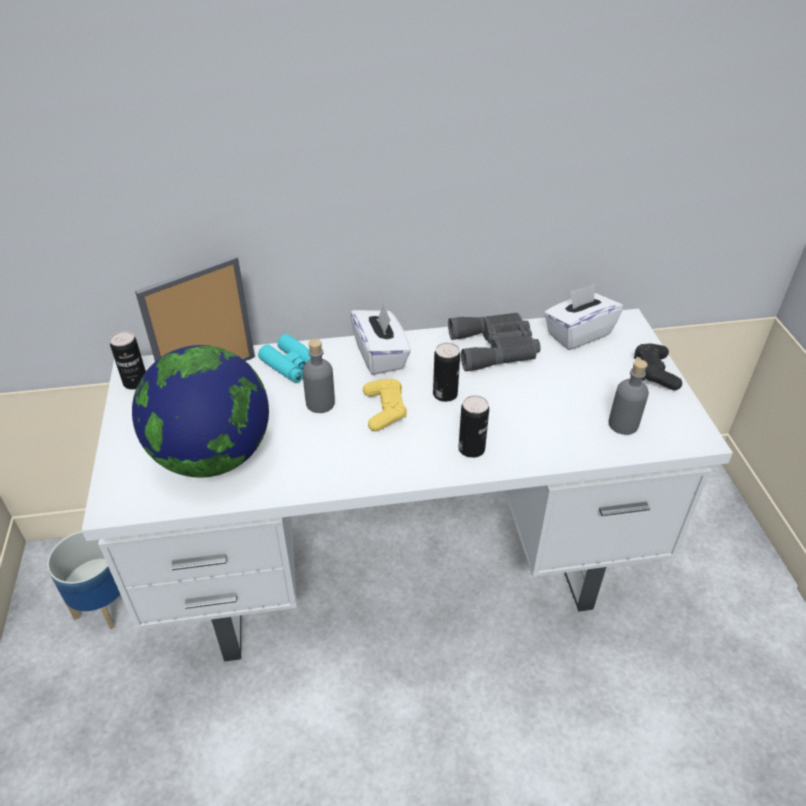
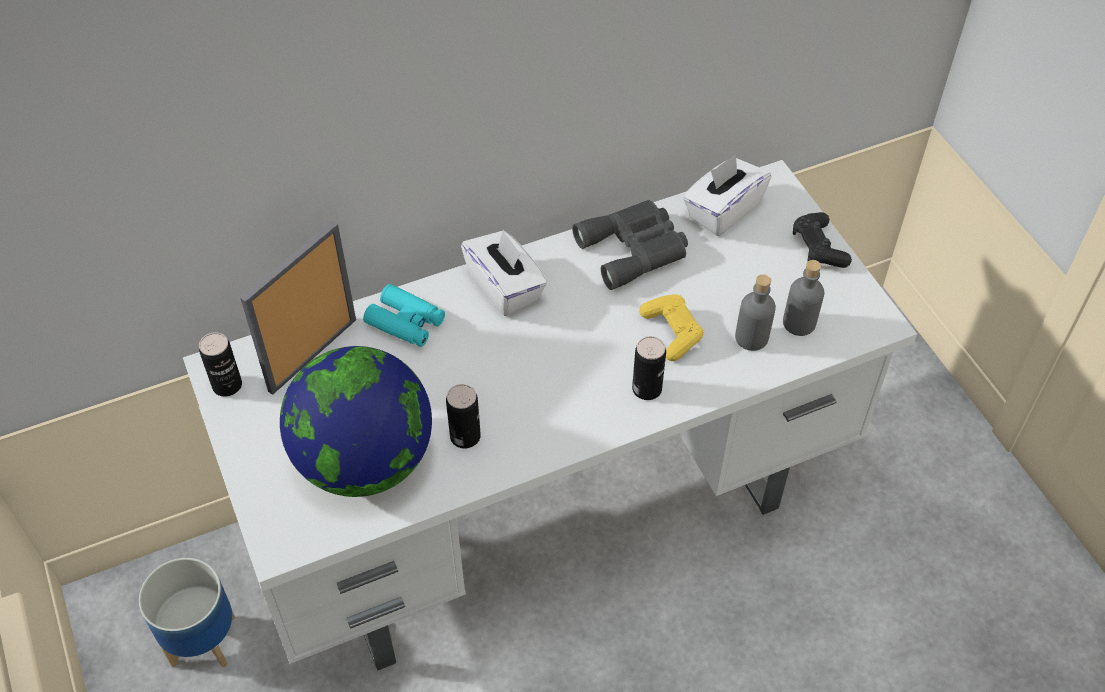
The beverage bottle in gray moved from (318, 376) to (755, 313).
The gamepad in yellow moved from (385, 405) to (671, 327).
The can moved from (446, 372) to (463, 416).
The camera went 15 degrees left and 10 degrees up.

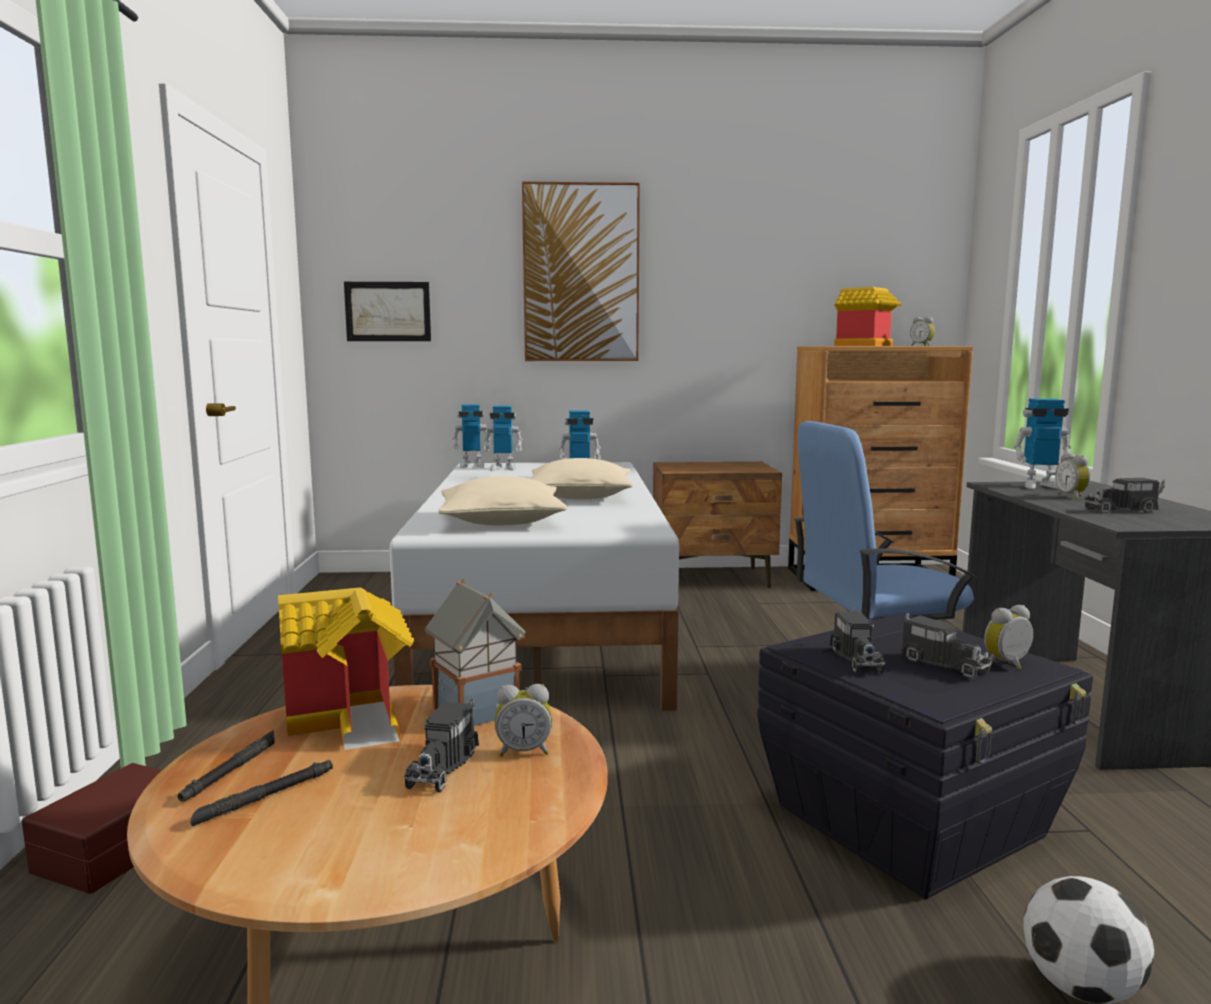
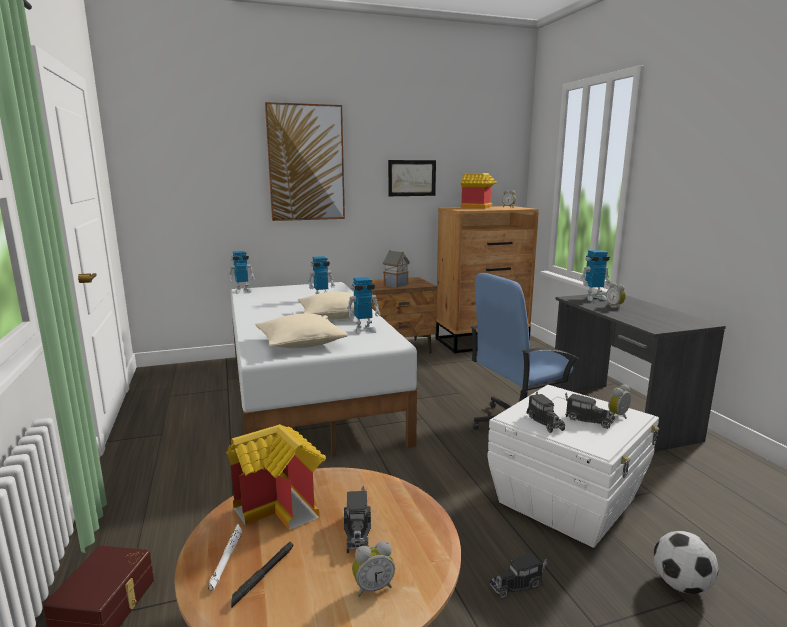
The flashlight in black at (226, 766) became the flashlight in whitish at (225, 557).
The wall art moved from (387, 311) to (412, 178).
The model house moved from (475, 652) to (396, 269).
The model robot moved from (503, 438) to (364, 306).
The table clock moved from (523, 720) to (373, 569).
The storage box in black at (925, 756) became the storage box in whitish at (573, 466).
The model truck moved from (1124, 495) to (518, 576).
The camera went 15 degrees left and 5 degrees up.

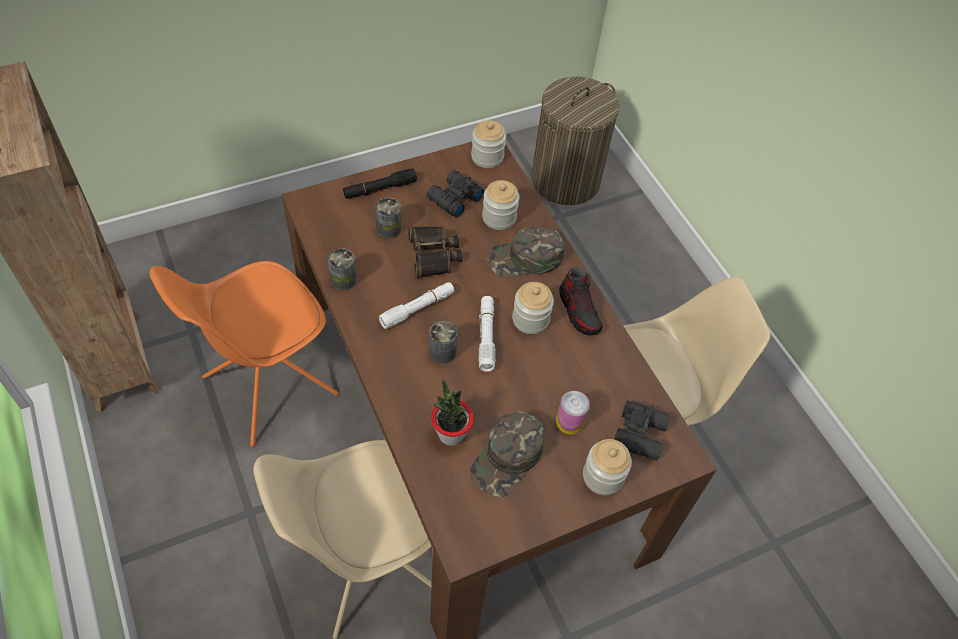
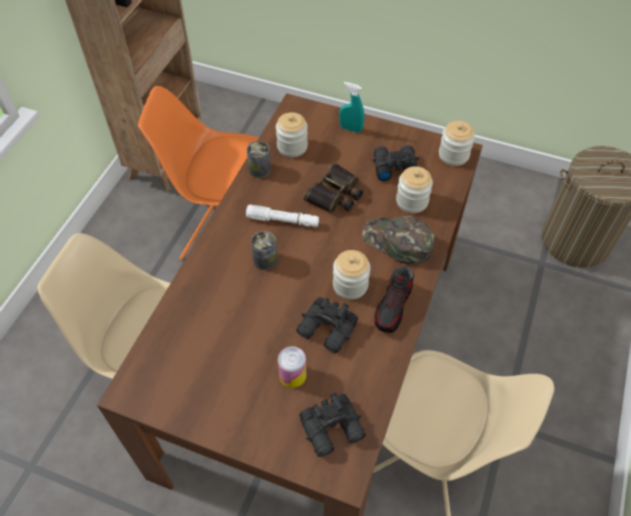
The flashlight in black at (380, 183) was replaced by the sprayer in turquoise at (352, 107).
The can at (388, 218) disappeared.
The potted plant at (452, 412) disappeared.
The cap in green-coloured at (507, 454) disappeared.
The flashlight in whitish at (487, 334) disappeared.
The preserve jar moved from (607, 467) to (292, 134).
The binoculars in black at (327, 325) appeared.
The camera went 50 degrees right and 0 degrees up.

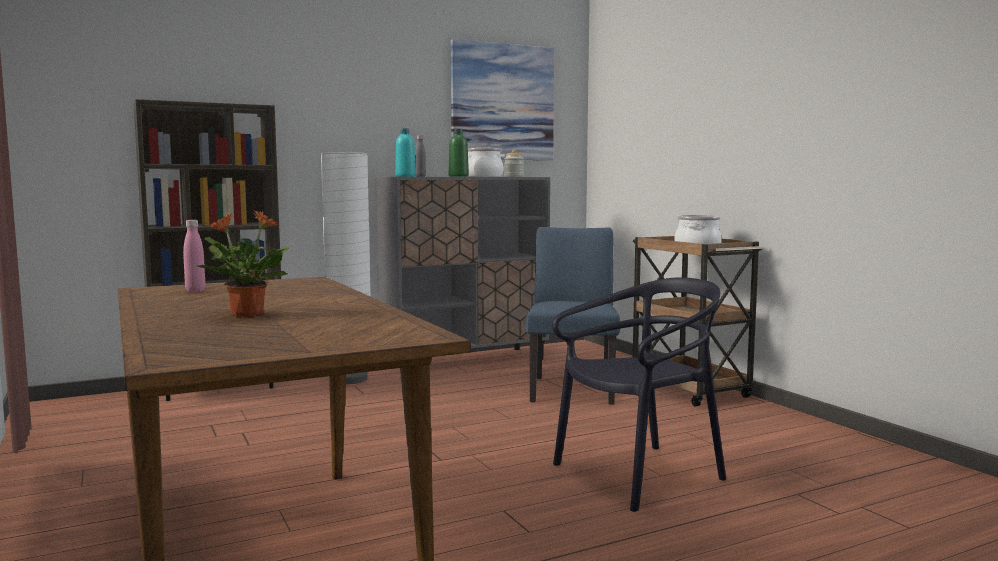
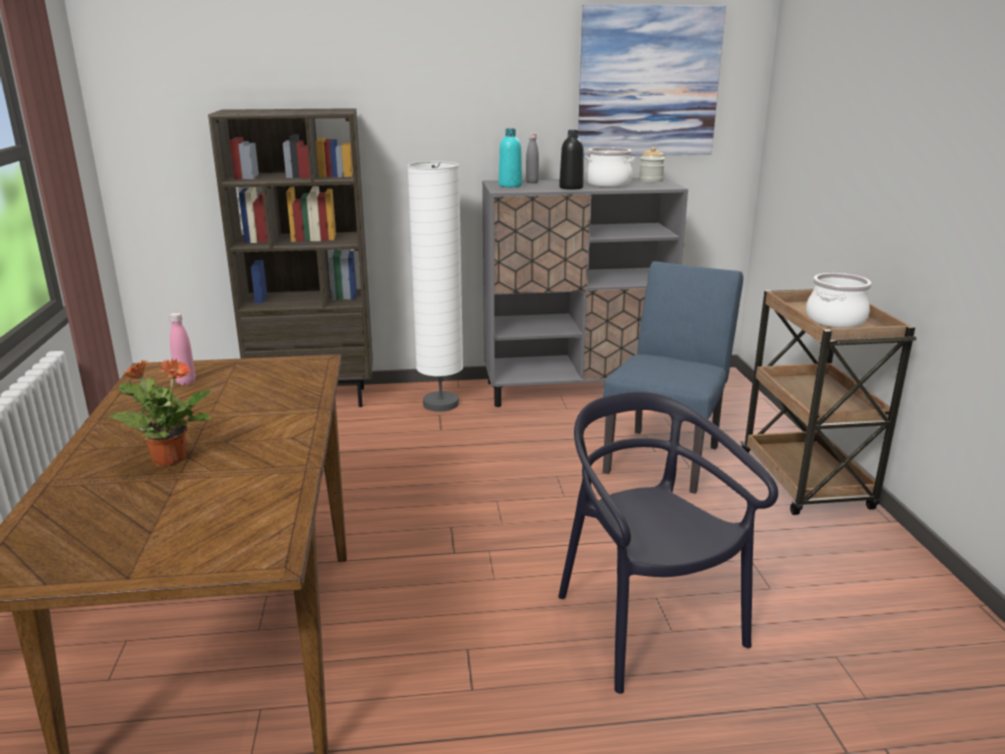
The beverage bottle in green-coloured at (459, 153) became the beverage bottle in black at (571, 160).
The upright chair in black at (639, 394) turned 105 degrees counterclockwise.
The camera went 20 degrees right and 15 degrees up.

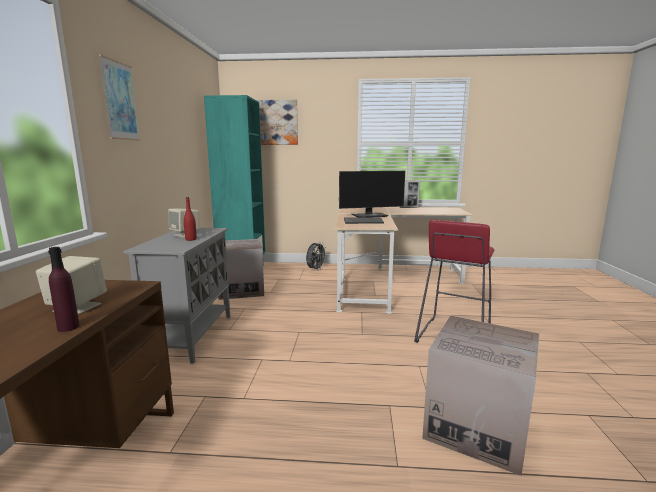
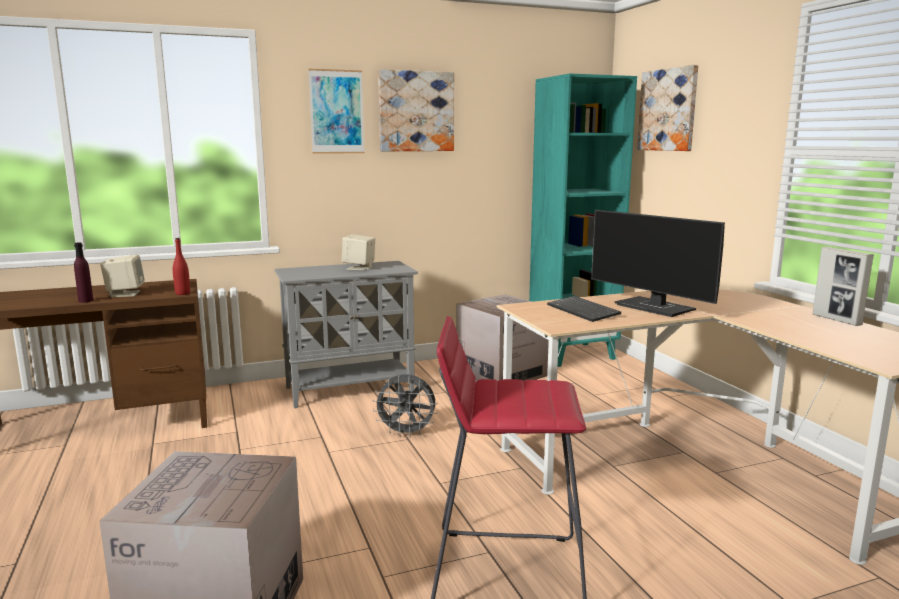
The beverage bottle in red-coloured moved from (190, 219) to (181, 266).
The electric fan in gray moved from (316, 256) to (405, 405).
The wall art at (416, 110) appeared.
The camera went 65 degrees right and 0 degrees up.

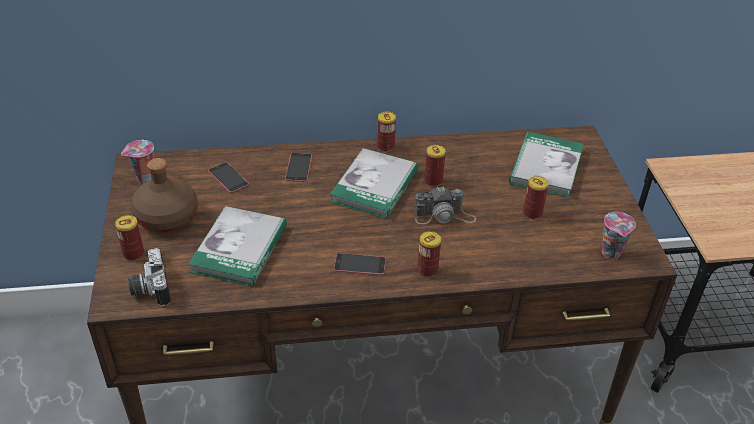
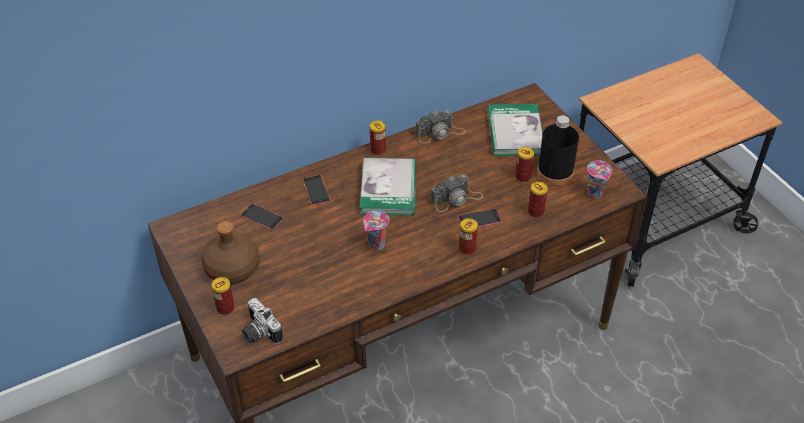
The small cup moved from (137, 162) to (376, 230).
The volume at (237, 246) disappeared.
The phone moved from (360, 264) to (480, 218).
The can moved from (435, 166) to (538, 200).
The photo camera at (441, 127) appeared.
The beverage bottle in black at (558, 150) appeared.
The camera went 20 degrees left and 5 degrees up.

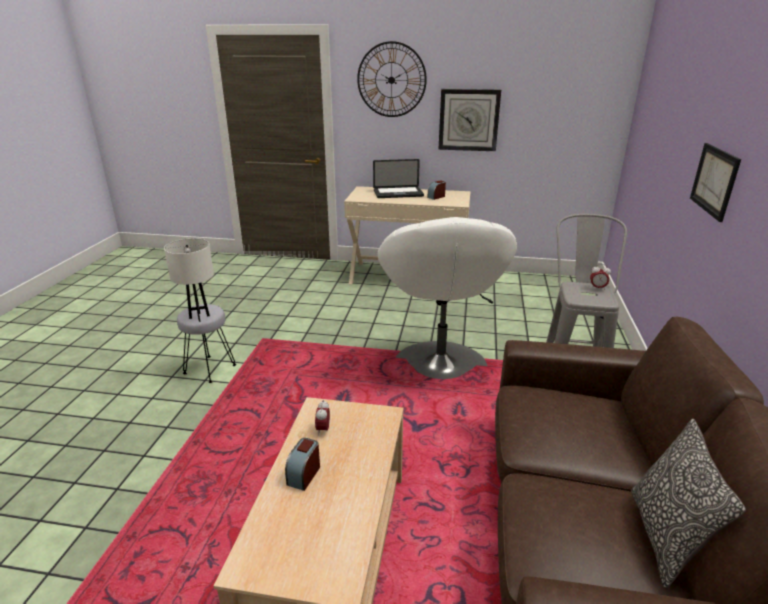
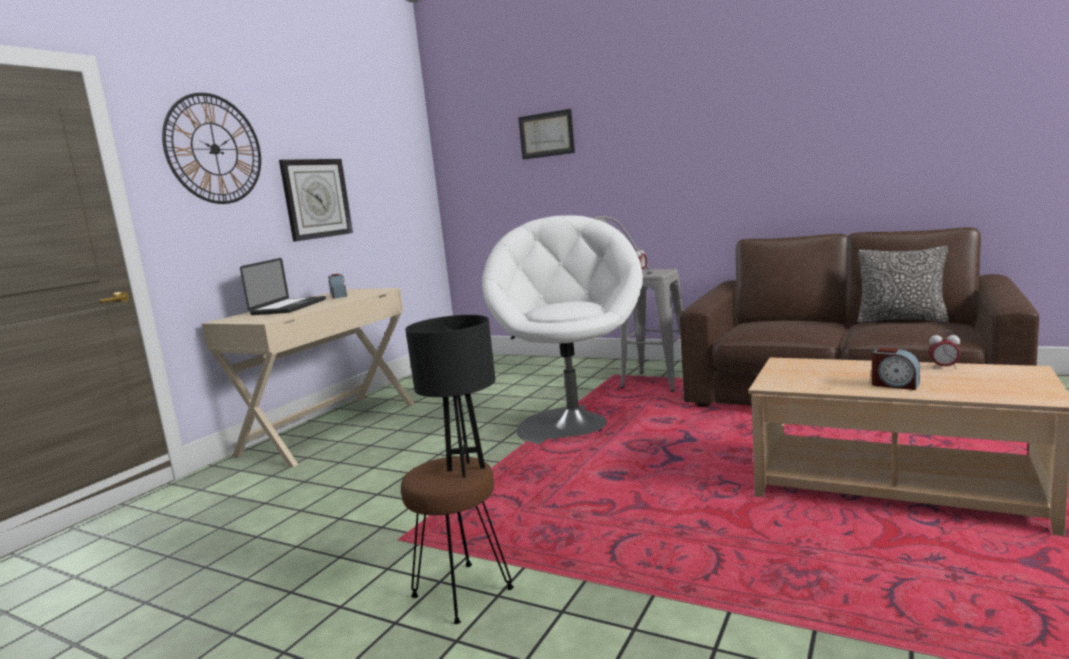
The tabletop lamp in whitish at (189, 280) became the tabletop lamp in black at (450, 396).
The stool in gray at (206, 343) became the stool in brown at (457, 540).
The table clock moved from (322, 417) to (945, 350).
The armchair in whitish at (447, 298) turned 105 degrees counterclockwise.
The wall art moved from (715, 182) to (546, 134).
The camera went 70 degrees left and 15 degrees down.

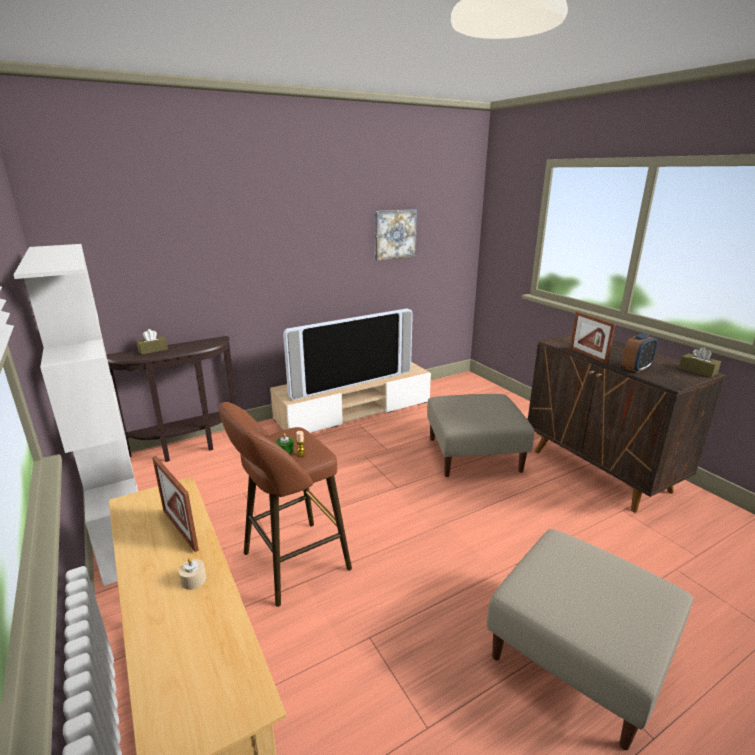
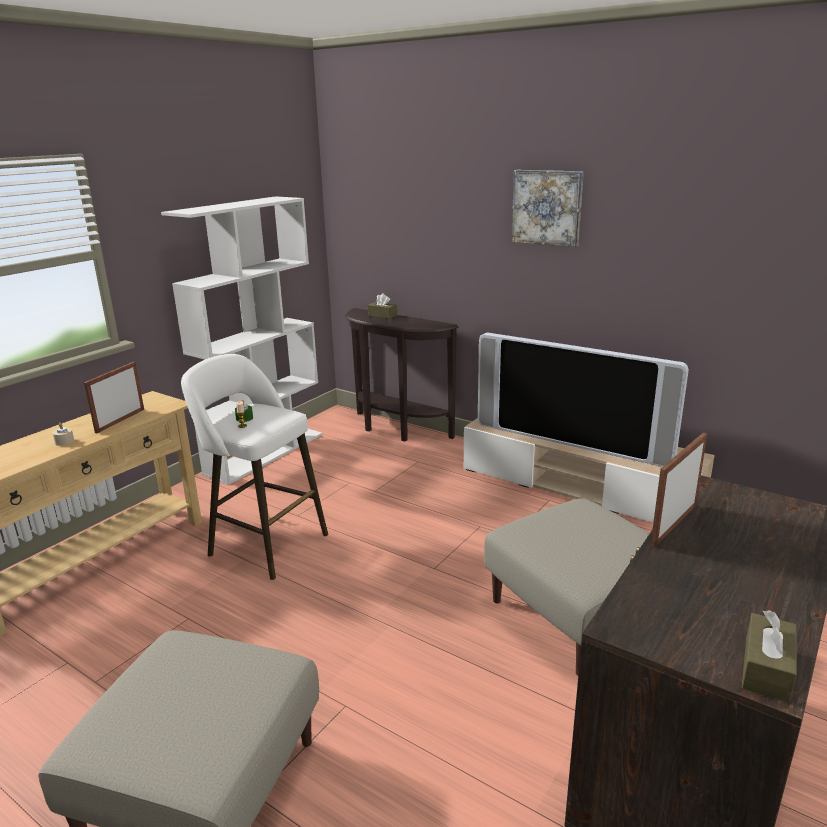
The stool in brown at (285, 504) became the stool in whitish at (254, 467).
The wall art moved from (396, 234) to (547, 208).
The table clock at (640, 353) disappeared.
The camera went 65 degrees right and 0 degrees up.

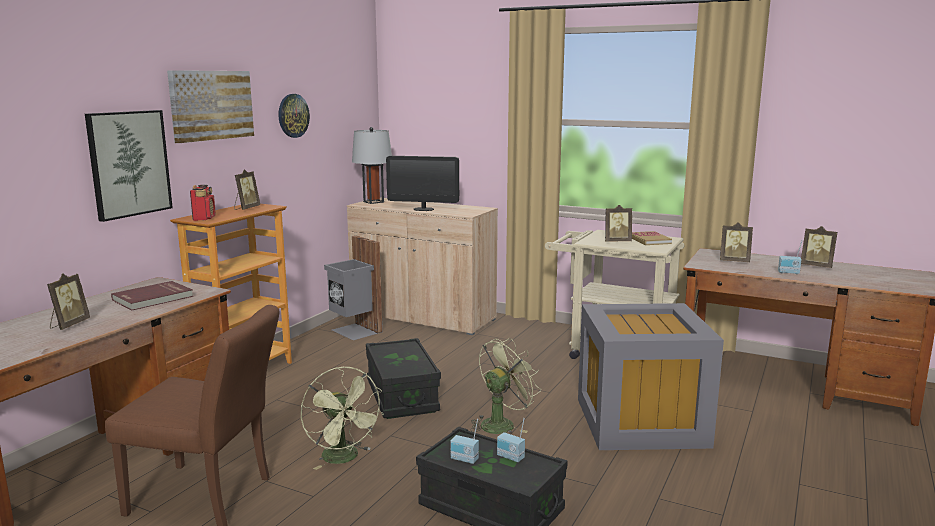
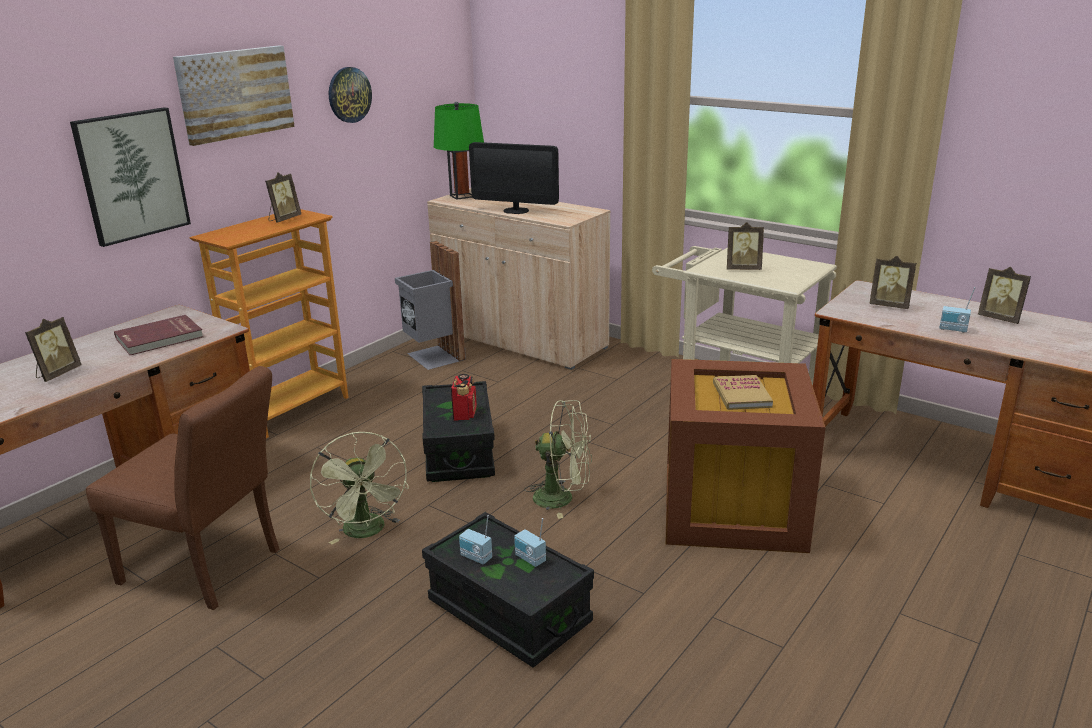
The radio set moved from (203, 203) to (464, 397).
The tabletop lamp in gray at (372, 165) became the tabletop lamp in green-coloured at (459, 151).
The electric fan in green-coloured at (506, 386) turned 45 degrees clockwise.
The storage box in gray at (651, 376) became the storage box in brown at (745, 456).
The volume moved from (652, 238) to (743, 392).
The camera went 10 degrees right and 10 degrees up.

